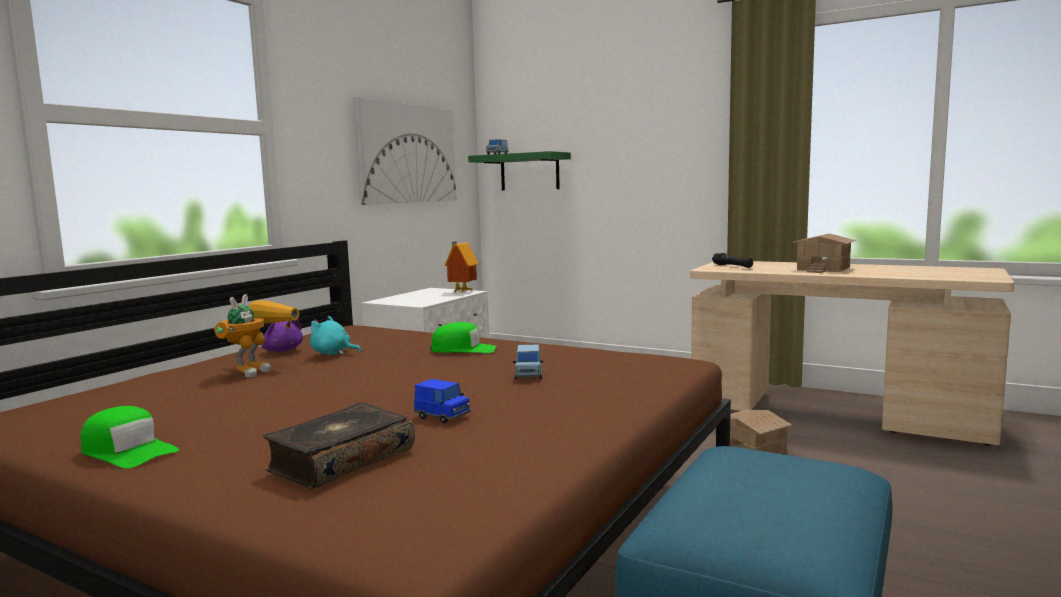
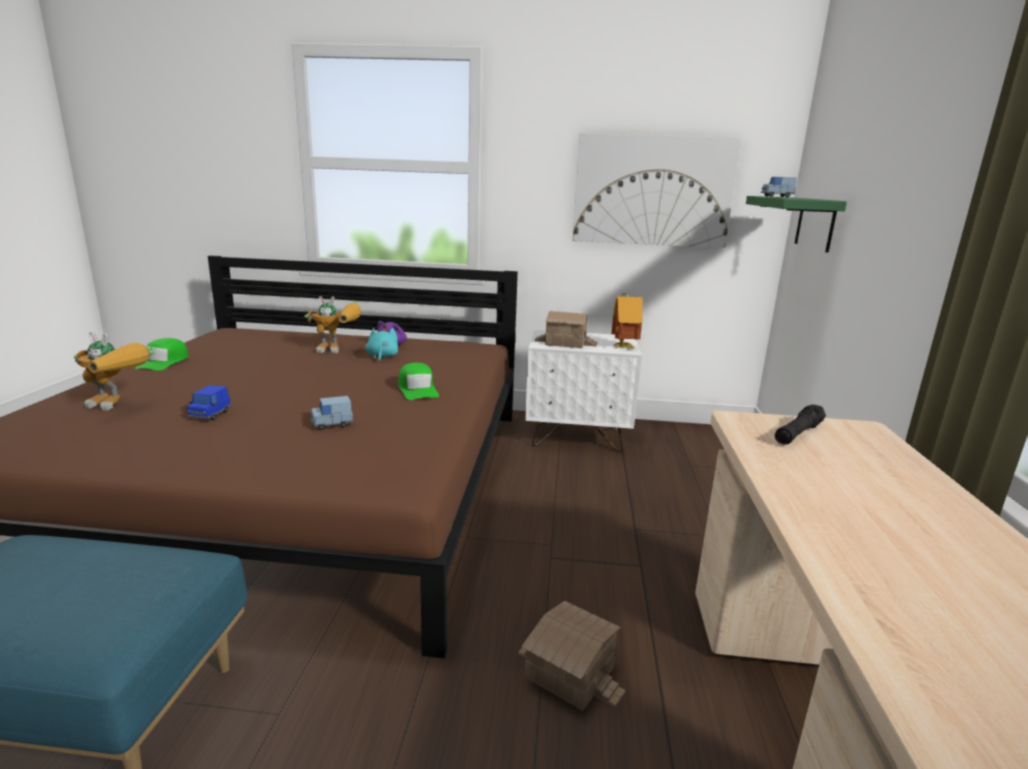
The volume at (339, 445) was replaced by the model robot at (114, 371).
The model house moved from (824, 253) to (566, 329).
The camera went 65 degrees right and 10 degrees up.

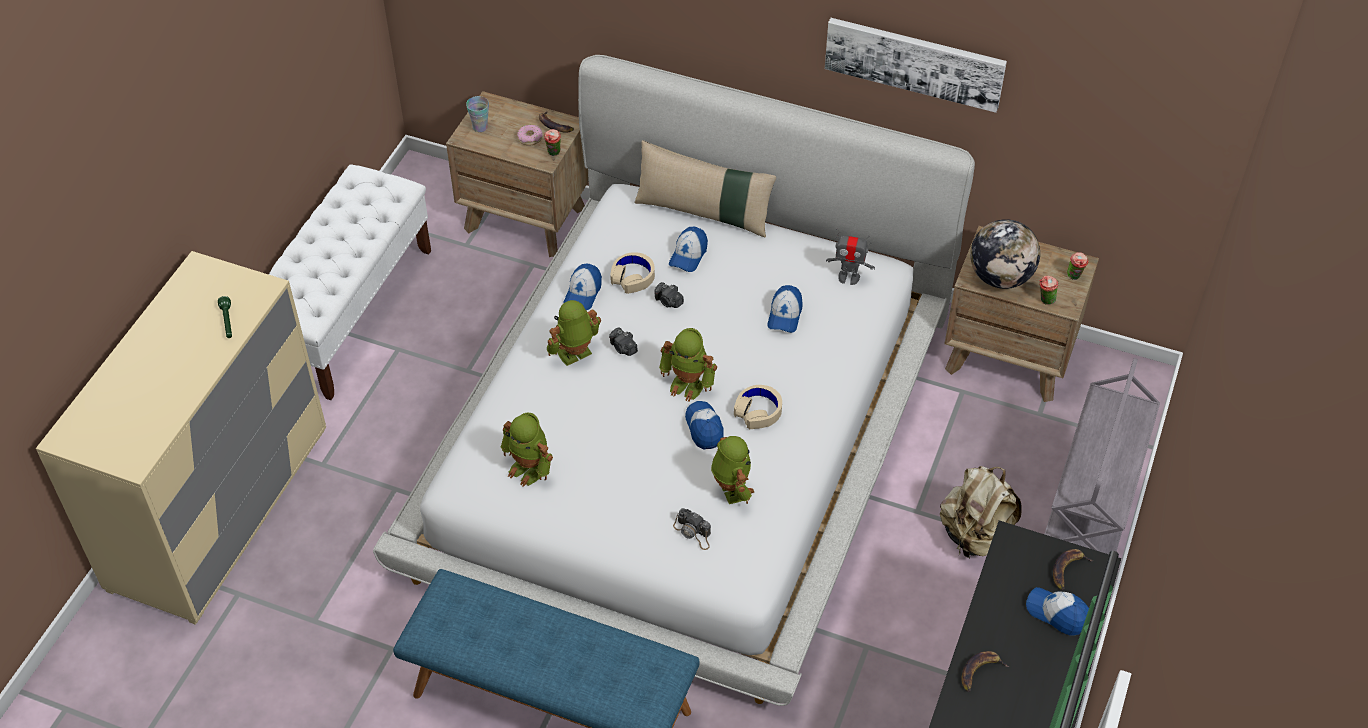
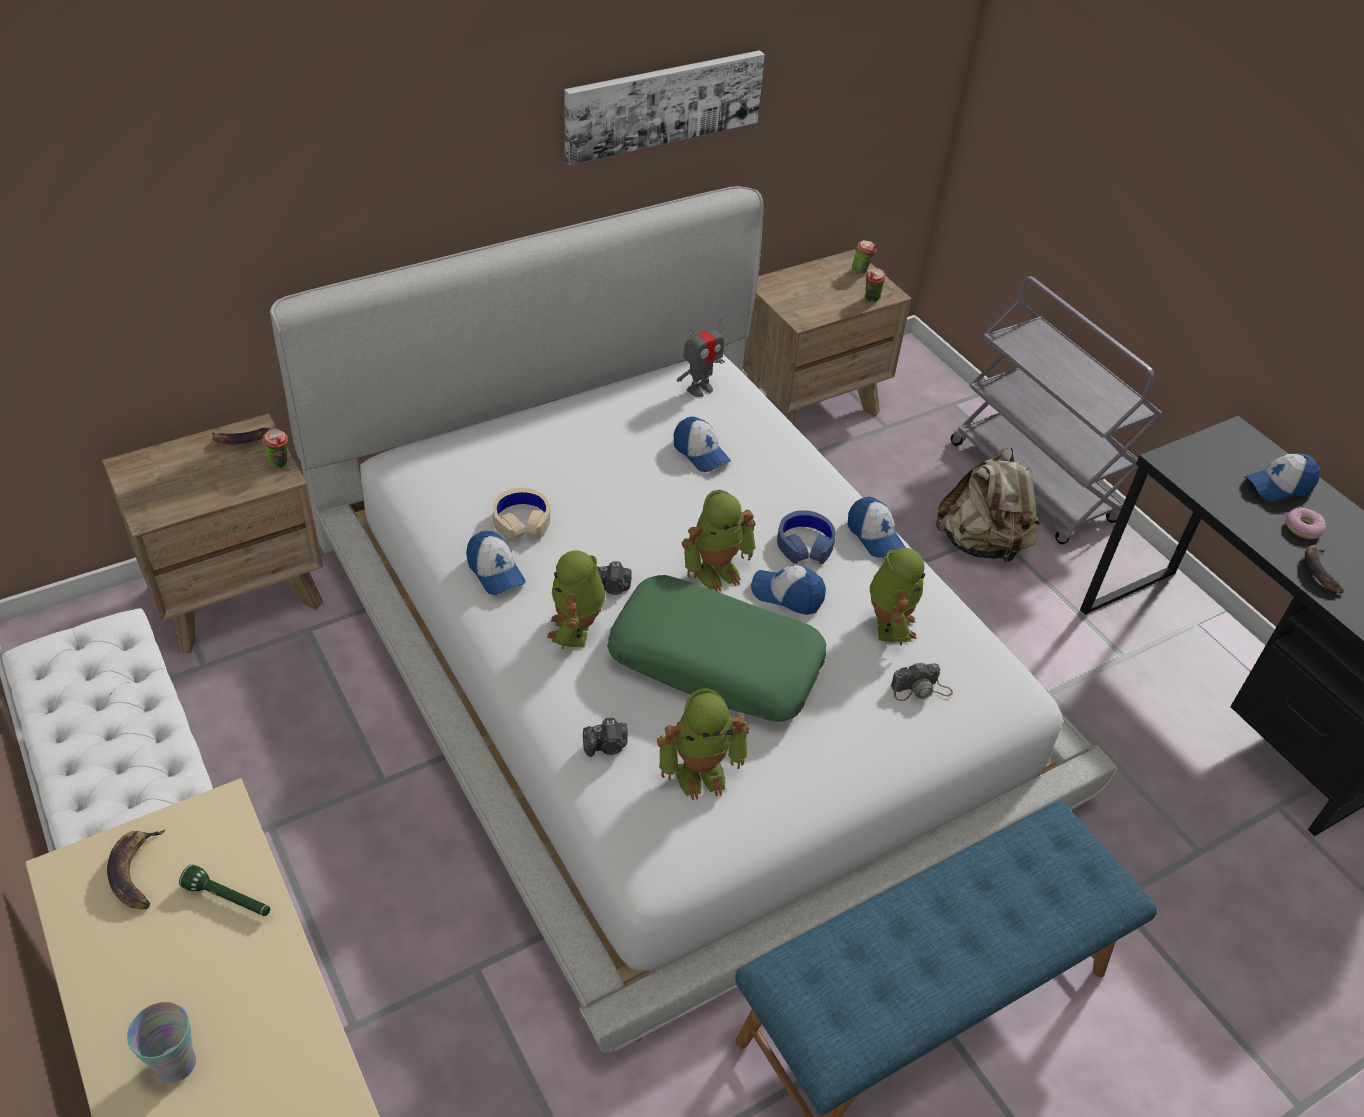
The small cup moved from (477, 114) to (161, 1042).
The doughnut moved from (530, 135) to (1306, 523).
The pillow in beige-coloured at (705, 188) disappeared.
The photo camera moved from (669, 295) to (605, 737).
The cap moved from (688, 249) to (877, 527).
The model robot at (732, 470) turned 75 degrees clockwise.
The headset in beige-coloured at (758, 407) became the headset in bluish at (806, 537).
The globe at (1005, 254) disappeared.
The banana fruit moved from (1073, 569) to (136, 869).
The pillow in green-coloured at (716, 648) appeared.
The camera went 55 degrees left and 5 degrees down.

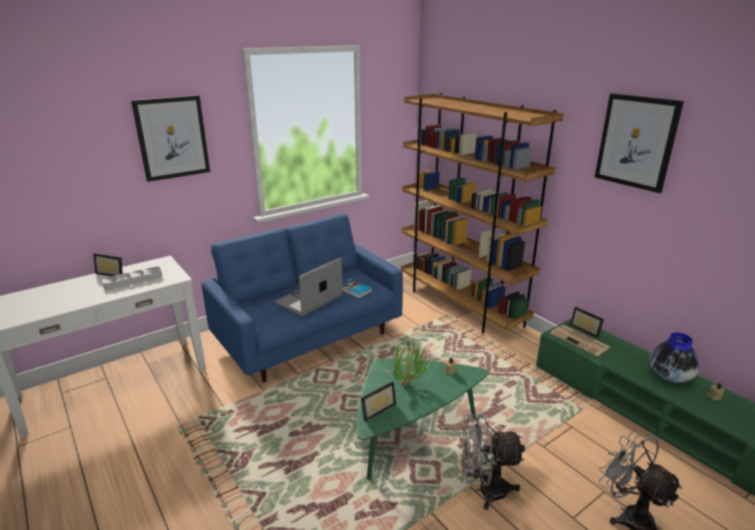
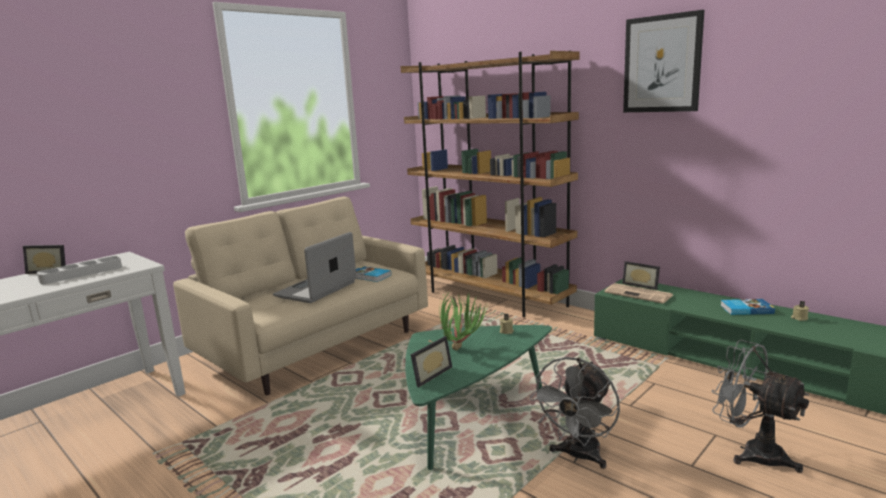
The wall art at (170, 138) disappeared.
The sofa in bluish at (302, 297) became the sofa in beige-coloured at (300, 295).
The electric fan in gray at (493, 461) turned 45 degrees counterclockwise.
The flower vase at (674, 358) was replaced by the volume at (747, 307).
The camera went 10 degrees left and 10 degrees down.

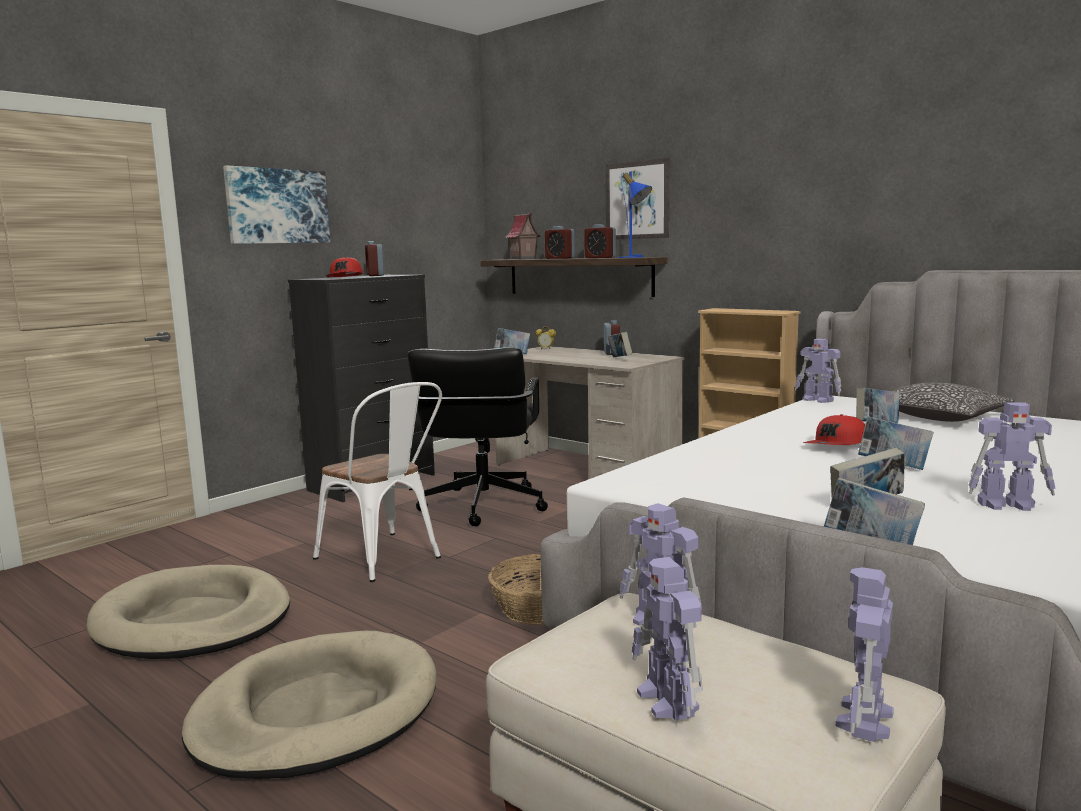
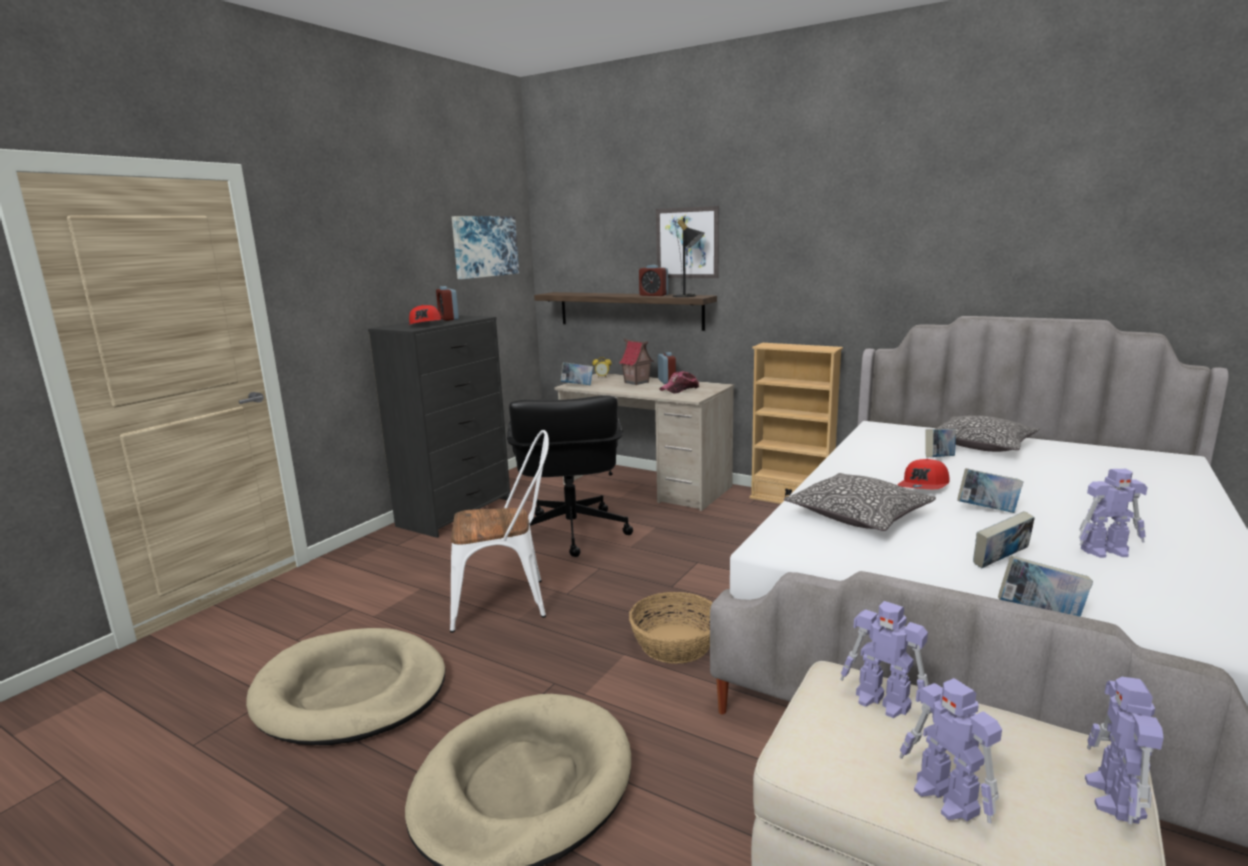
The wall art moved from (276, 204) to (485, 247).
The upright chair in whitish at (377, 482) turned 45 degrees counterclockwise.
The model house moved from (523, 236) to (636, 361).
The table clock at (560, 242) disappeared.
The volume at (619, 344) was replaced by the cap at (679, 382).
The tabletop lamp in bluish at (635, 215) became the tabletop lamp in black at (688, 257).
The model robot at (818, 371) disappeared.
The pillow at (860, 502) appeared.
The camera went 10 degrees left and 5 degrees up.

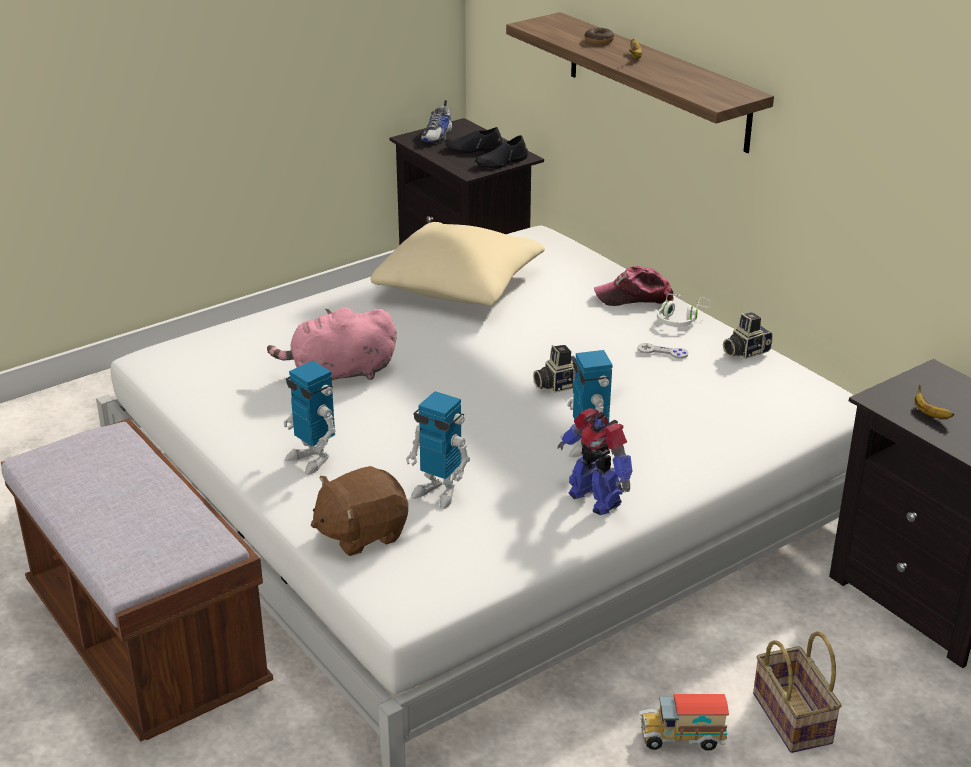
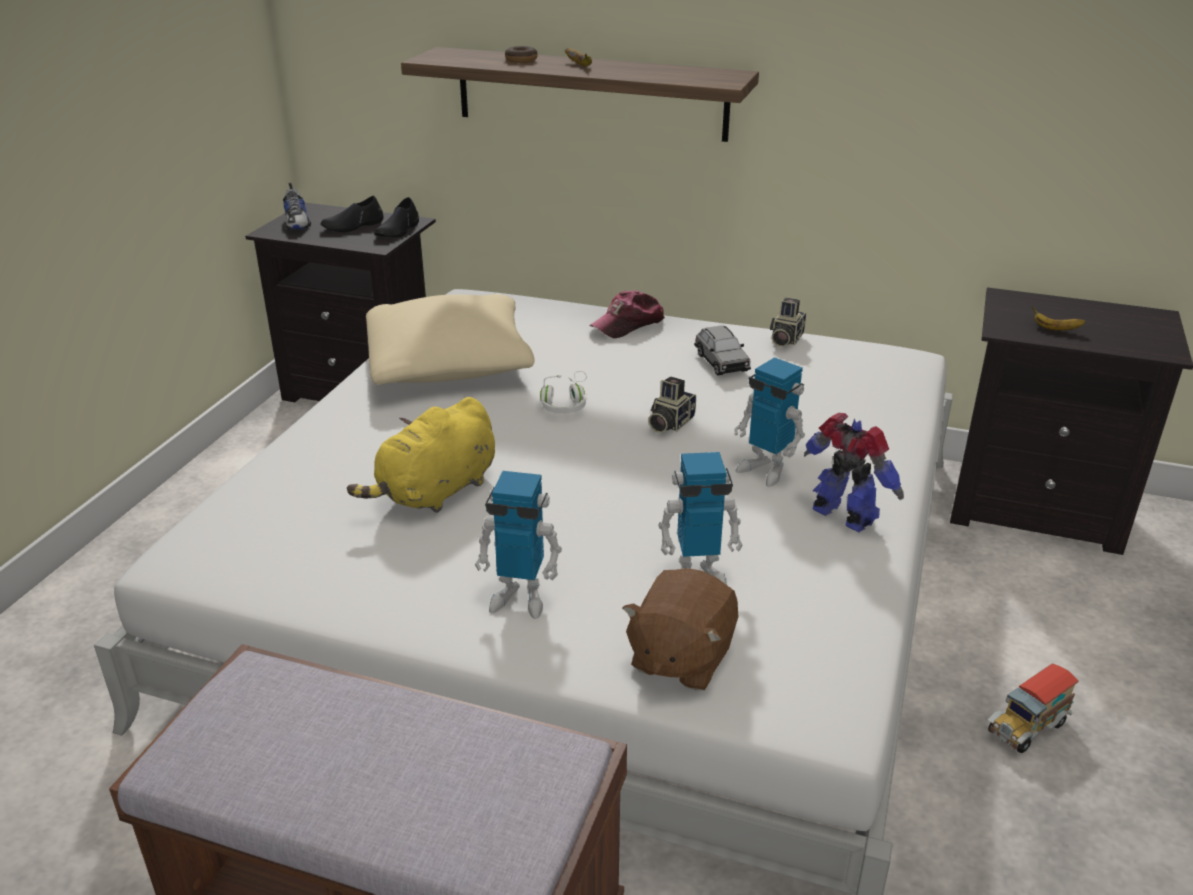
The plush toy in pink at (331, 343) became the plush toy in yellow at (421, 455).
The model robot at (595, 461) turned 150 degrees counterclockwise.
The gamepad in gray at (662, 351) was replaced by the miniature car in gray at (722, 350).
The headset in whitish moved from (684, 310) to (563, 392).
The basket at (797, 692) disappeared.
The camera went 35 degrees left and 0 degrees up.

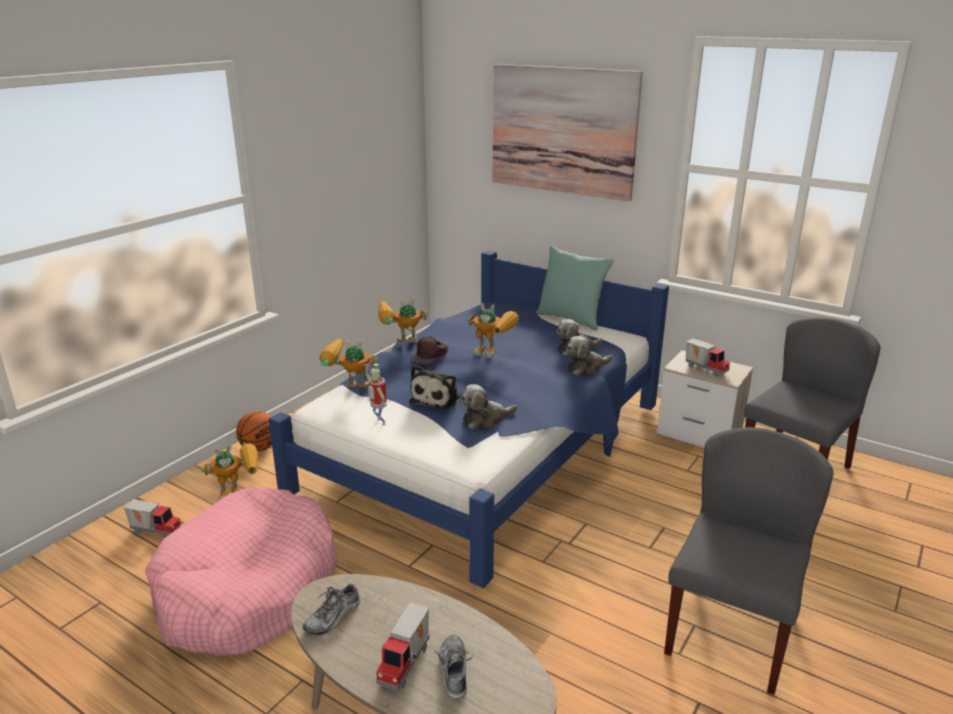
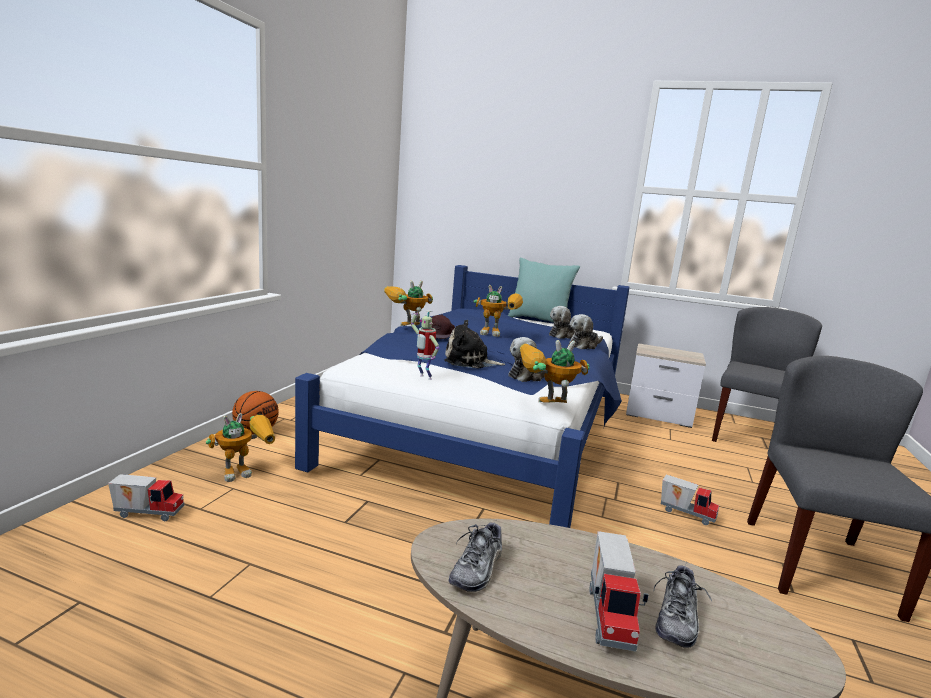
The pet bed in pink at (241, 571) disappeared.
The model robot moved from (349, 363) to (555, 371).
The plush toy at (434, 387) turned 90 degrees clockwise.
The shoe at (453, 667) turned 135 degrees counterclockwise.
The wall art at (567, 132) disappeared.
The model truck moved from (707, 358) to (690, 500).
The camera went 15 degrees left and 10 degrees down.

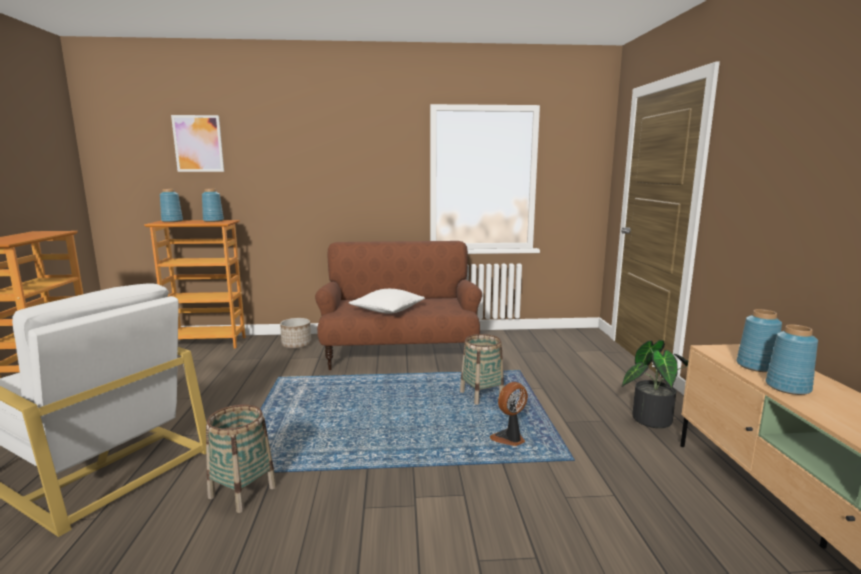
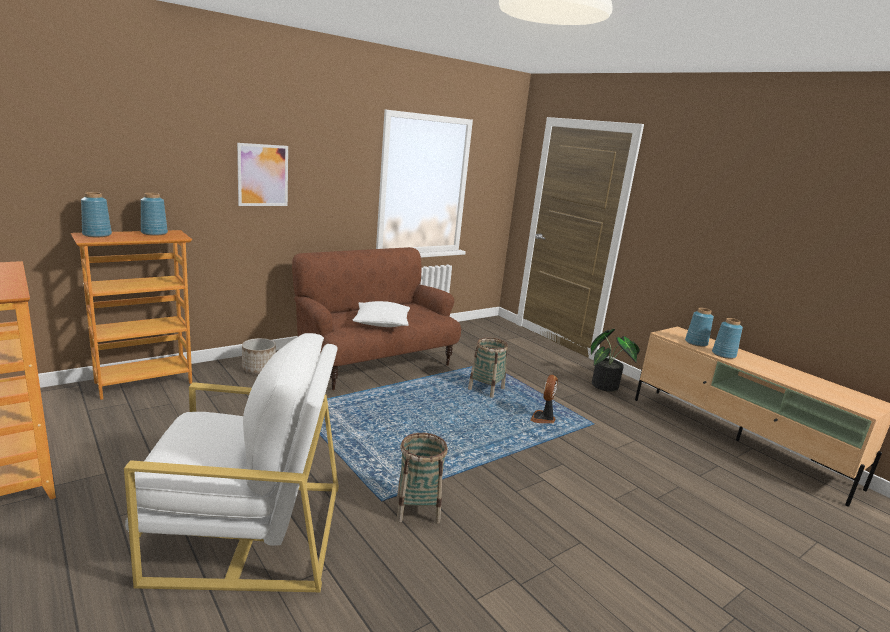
The wall art moved from (197, 143) to (262, 174).
The camera went 35 degrees left and 5 degrees up.

